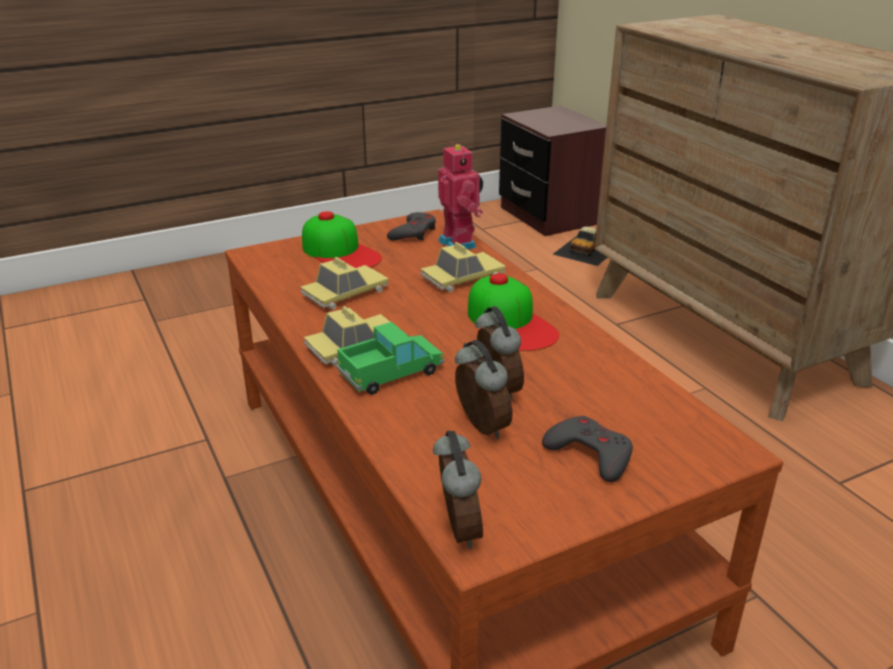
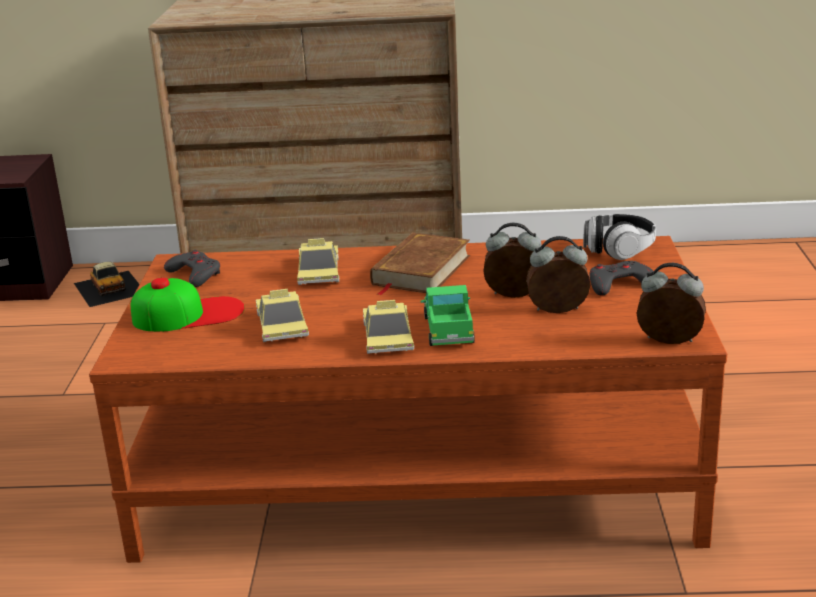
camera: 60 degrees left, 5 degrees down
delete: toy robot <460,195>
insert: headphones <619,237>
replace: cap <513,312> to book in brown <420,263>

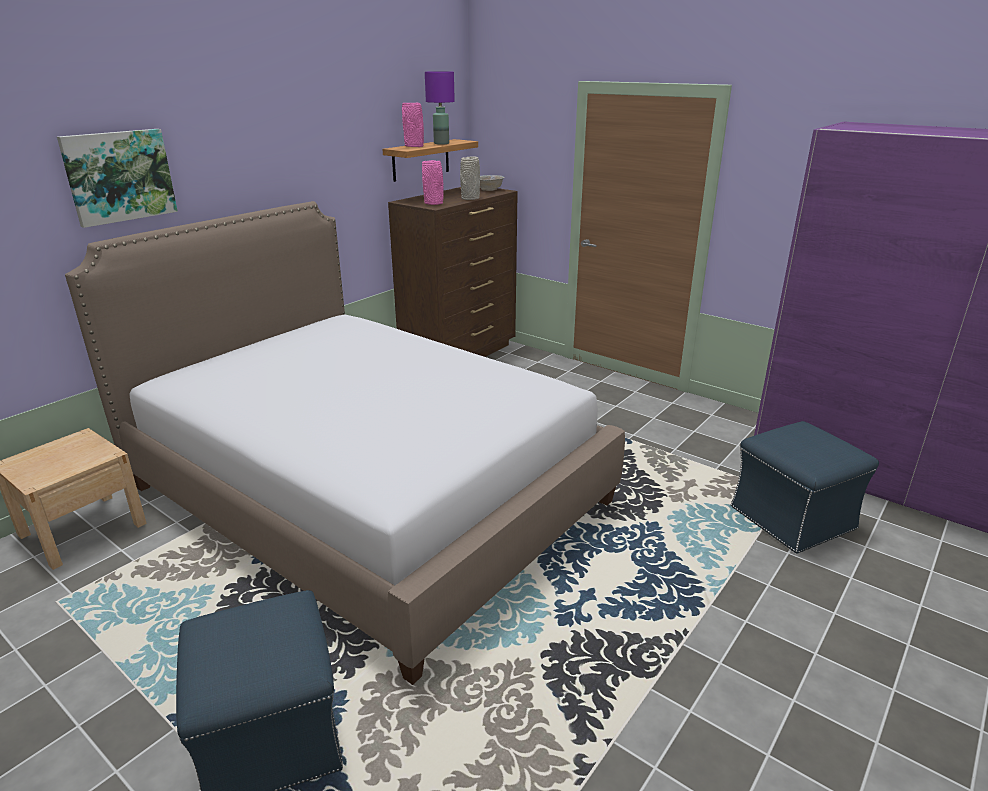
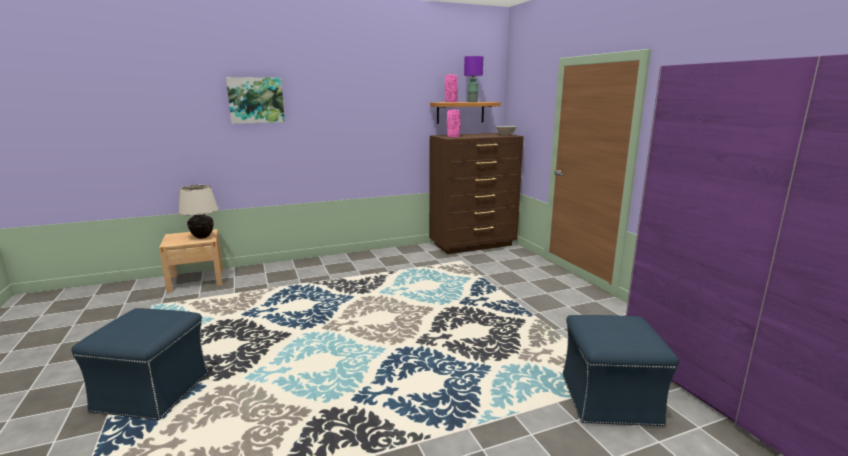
camera: 30 degrees right, 10 degrees down
delete: bed <345,443>; vase in grey <470,178>
insert: table lamp in beige <198,212>

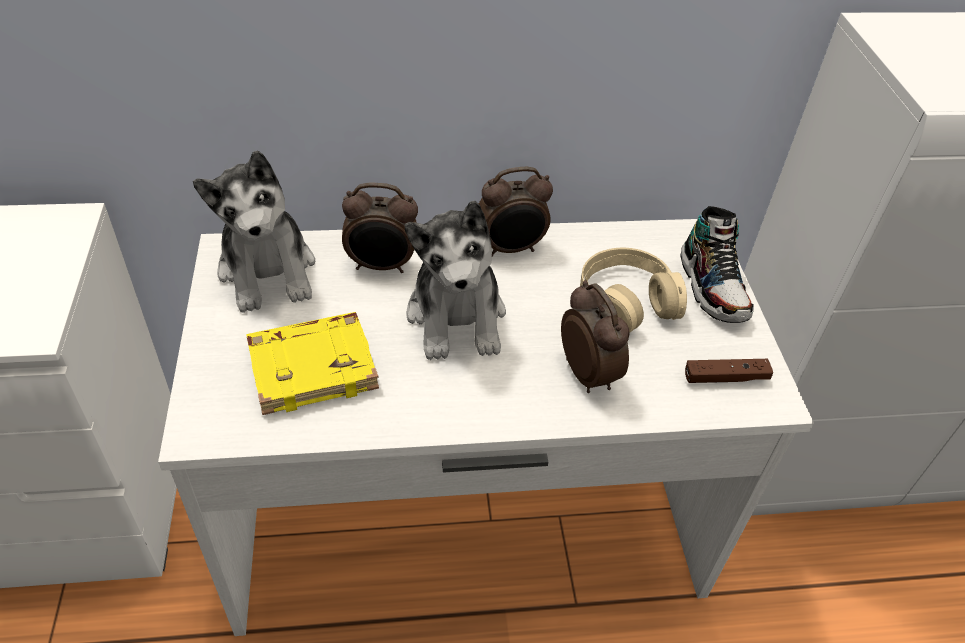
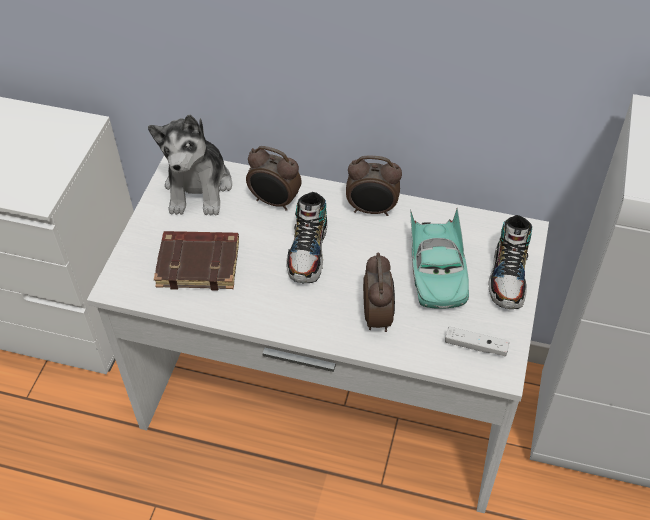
camera: 25 degrees right, 5 degrees up
replace: plush toy <455,280> to shoe <306,237>; headphones in beige <633,290> to toy car in turquoise <439,258>
recolor: book in yellow <312,363> to book in brown <196,261>; game controller in brown <729,371> to game controller in white <477,341>

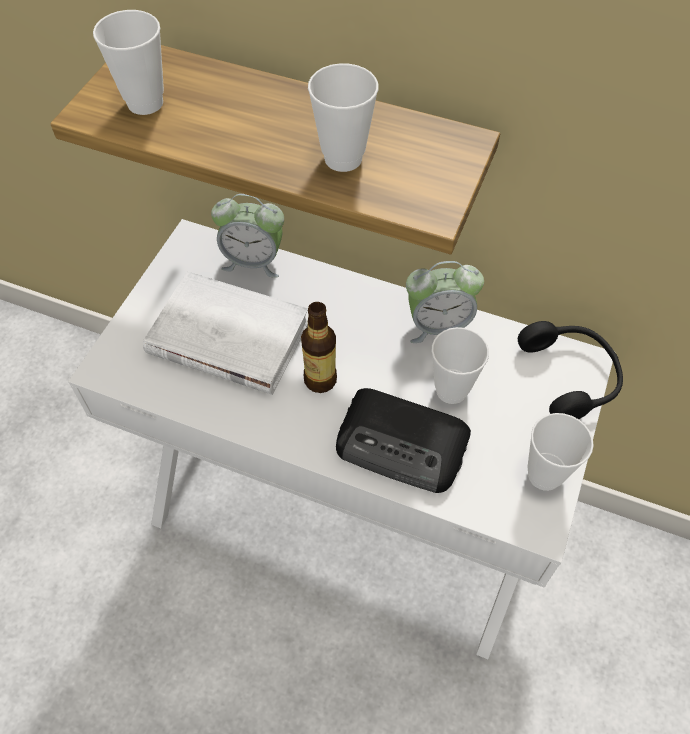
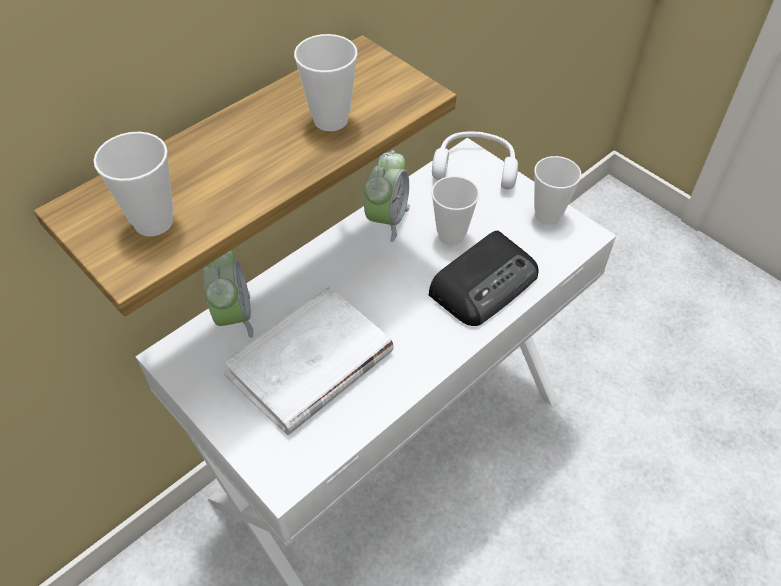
camera: 65 degrees left, 5 degrees down
delete: bottle <319,347>
recolor: headphones in black <570,370> to headphones in white <475,160>
rotate: alarm clock <247,236> = <228,294> 45 degrees counterclockwise

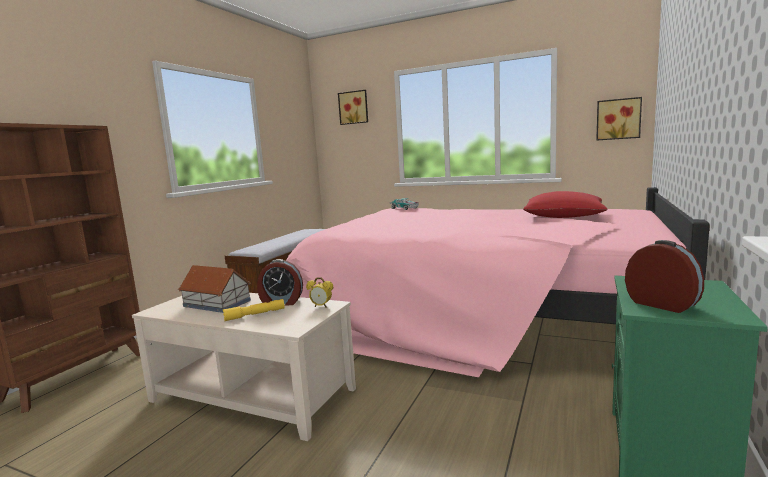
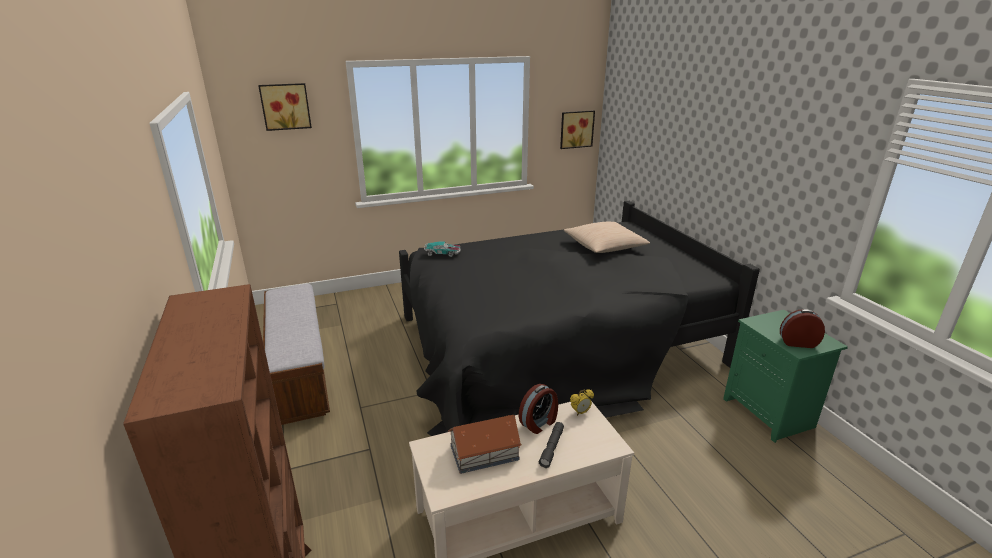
camera: 45 degrees left, 15 degrees up
recolor: bed in pink <498,282> to bed in black <579,318>; flashlight in yellow <254,310> to flashlight in grey <551,445>; pillow in red <565,204> to pillow in beige <607,237>

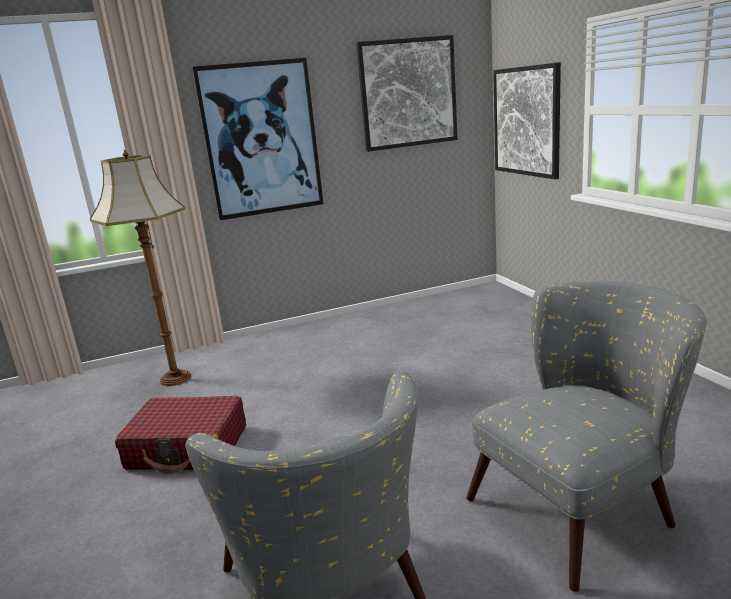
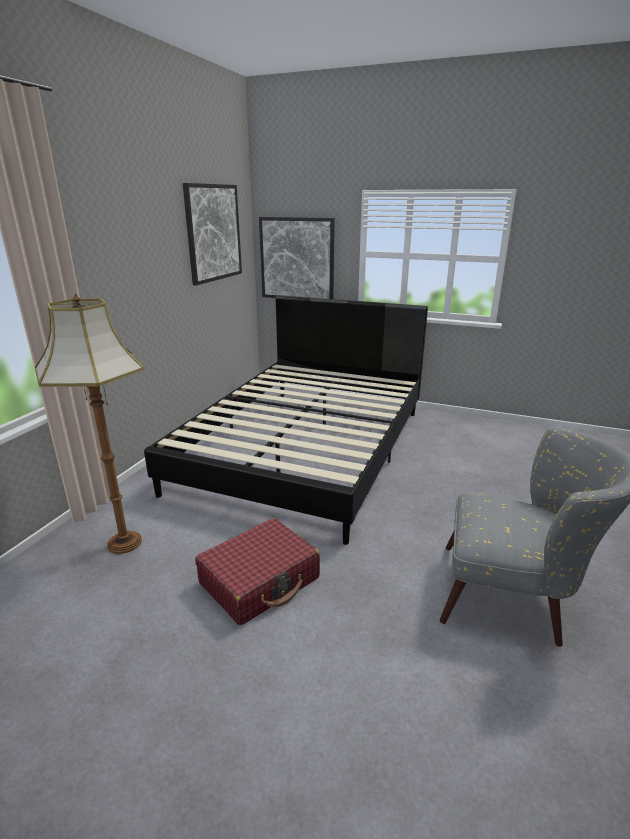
camera: 50 degrees left, 5 degrees up
delete: picture <257,139>; armchair in grey <586,436>
insert: bed in black <286,420>

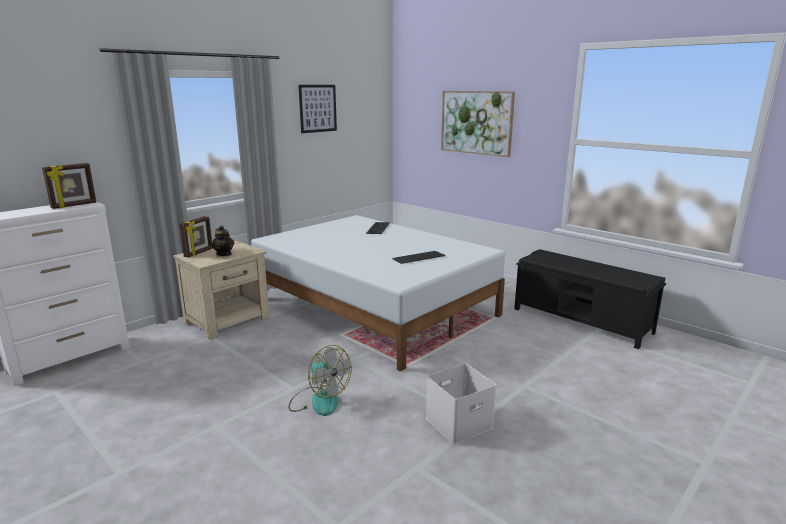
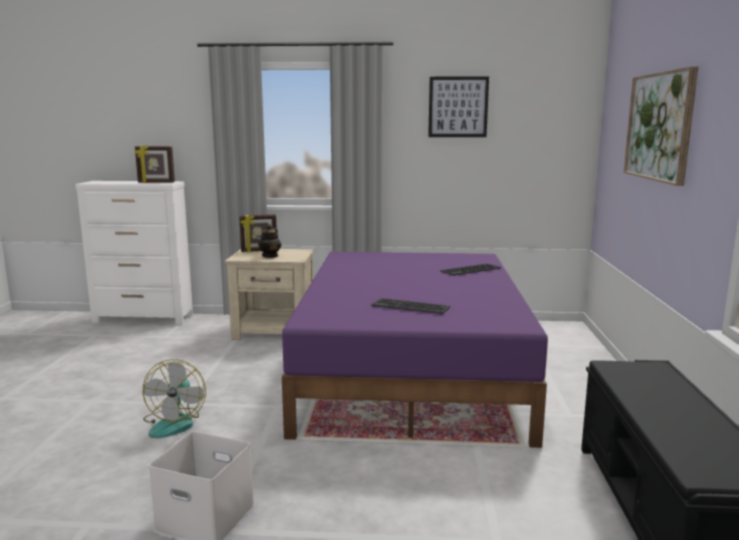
camera: 50 degrees right, 5 degrees down
recolor: bed in white <378,293> to bed in purple <415,350>

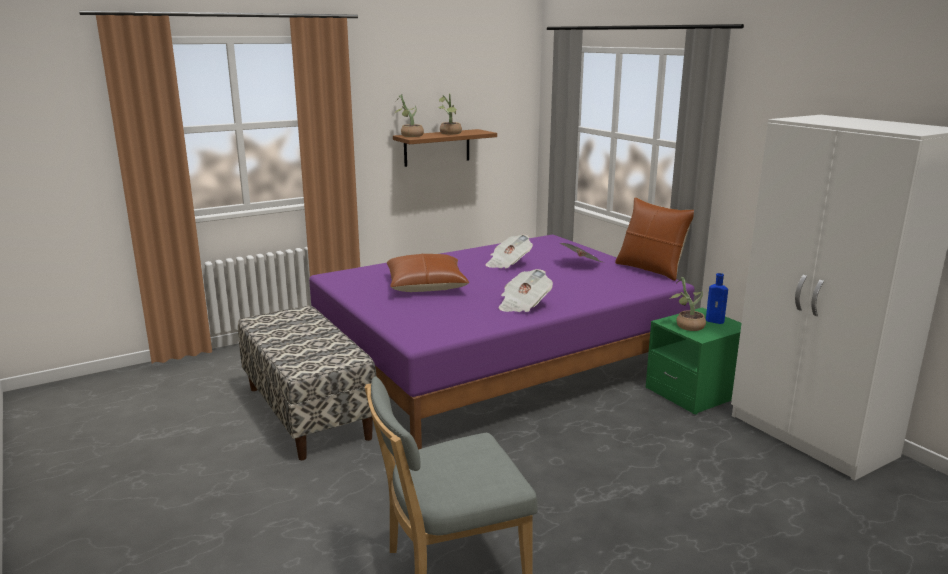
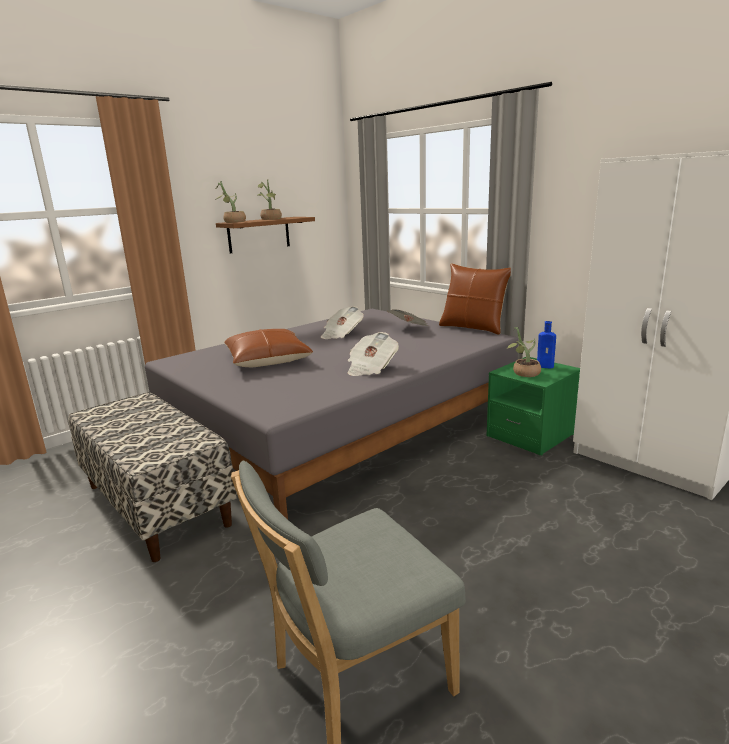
camera: 10 degrees left, 0 degrees up
recolor: bed in purple <502,342> to bed in grey <332,414>

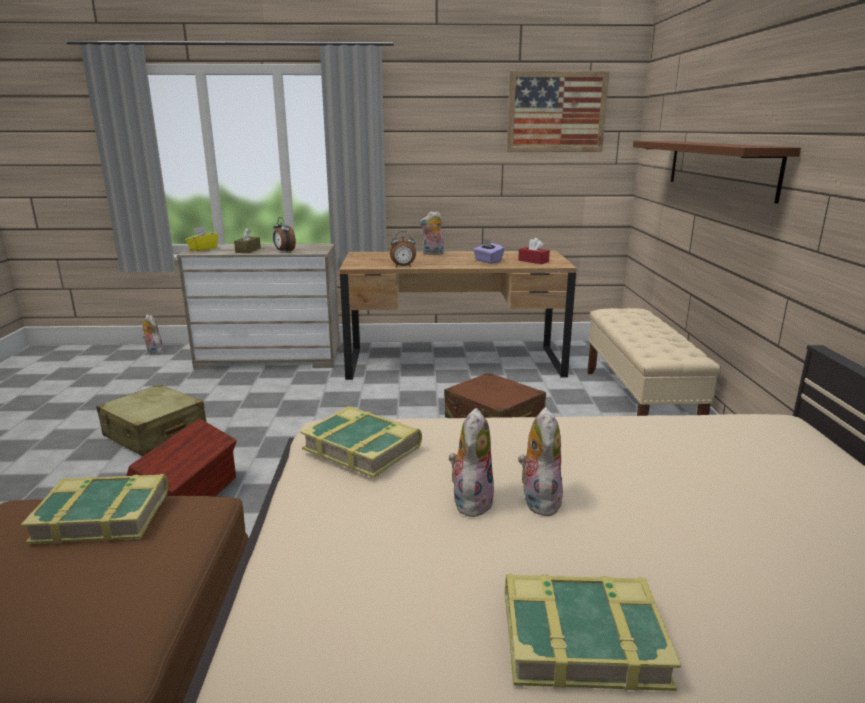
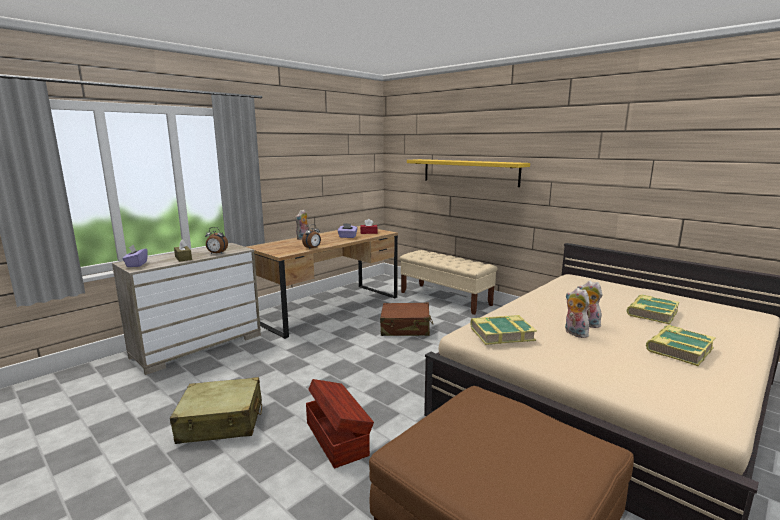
camera: 45 degrees left, 5 degrees down
delete: plush toy <153,334>; picture <558,111>
move: book <94,509> to <653,309>
recolor: tissue box in yellow <201,239> to tissue box in purple <134,256>; shelf in brown <717,172> to shelf in yellow <468,173>

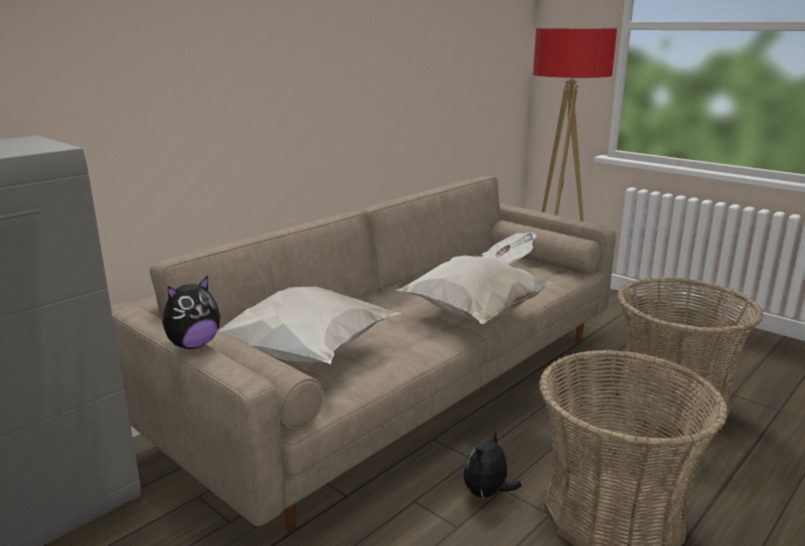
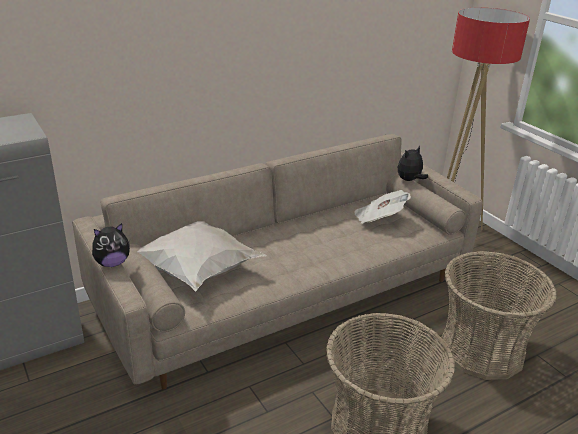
camera: 15 degrees right, 10 degrees up
delete: pillow in white <474,289>
move: plush toy <492,464> to <413,163>

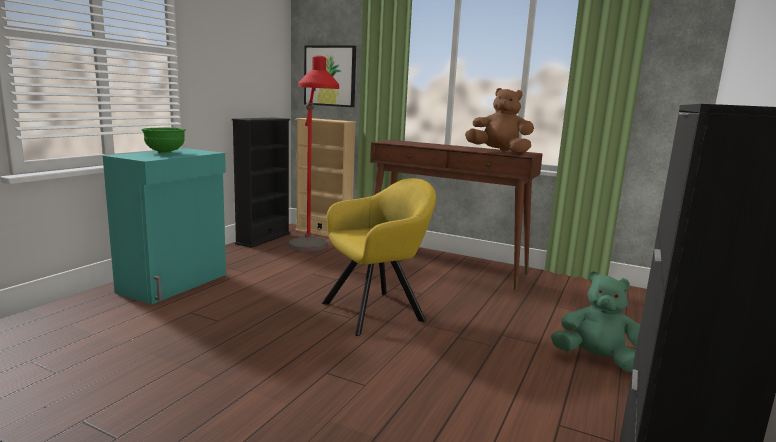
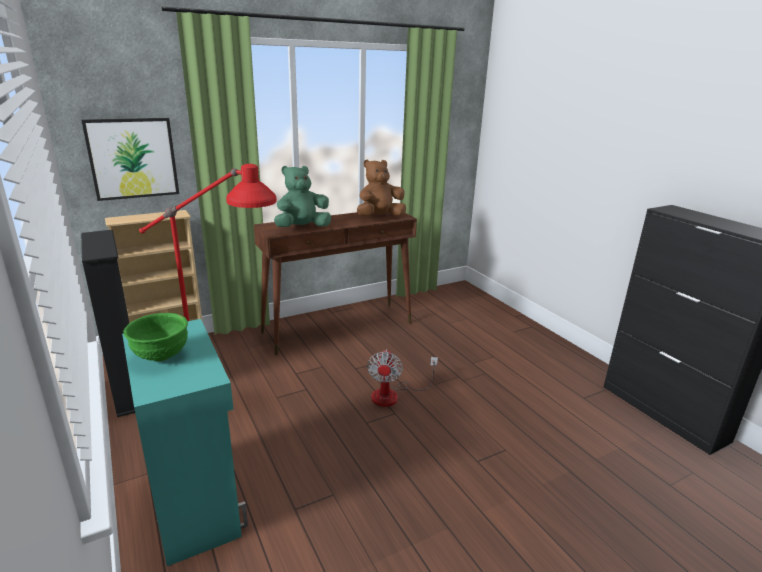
camera: 55 degrees left, 10 degrees up
move: plush toy in green <595,321> to <302,196>
replace: armchair in yellow <379,257> to fan <402,378>

